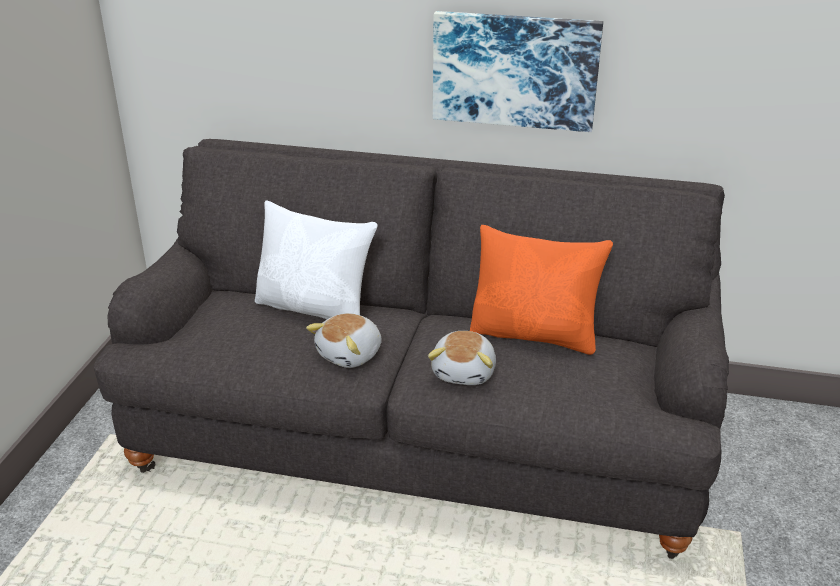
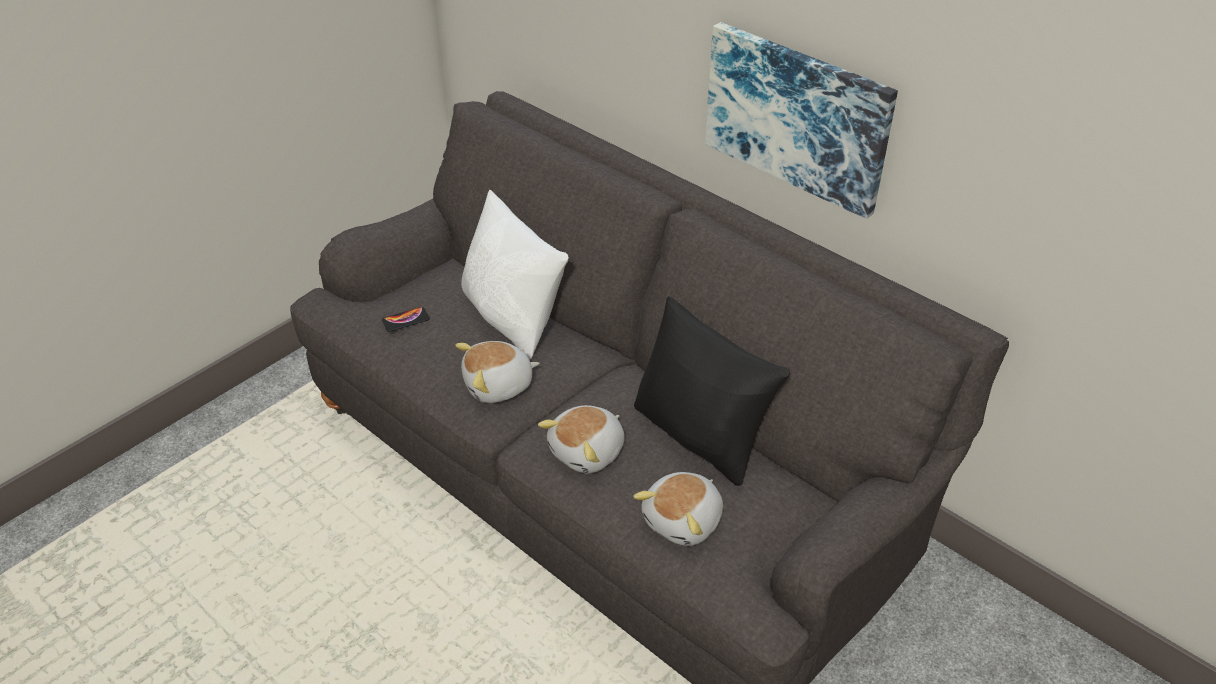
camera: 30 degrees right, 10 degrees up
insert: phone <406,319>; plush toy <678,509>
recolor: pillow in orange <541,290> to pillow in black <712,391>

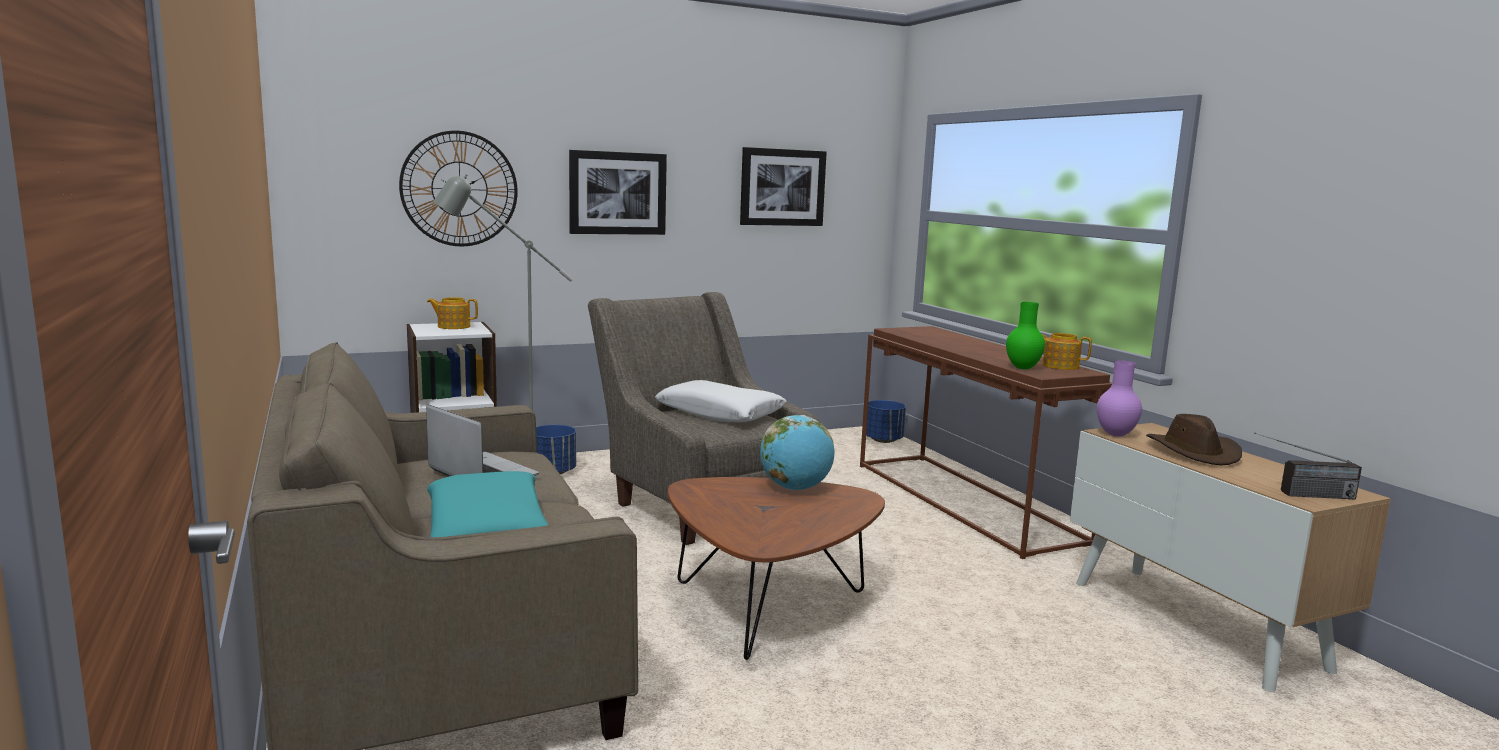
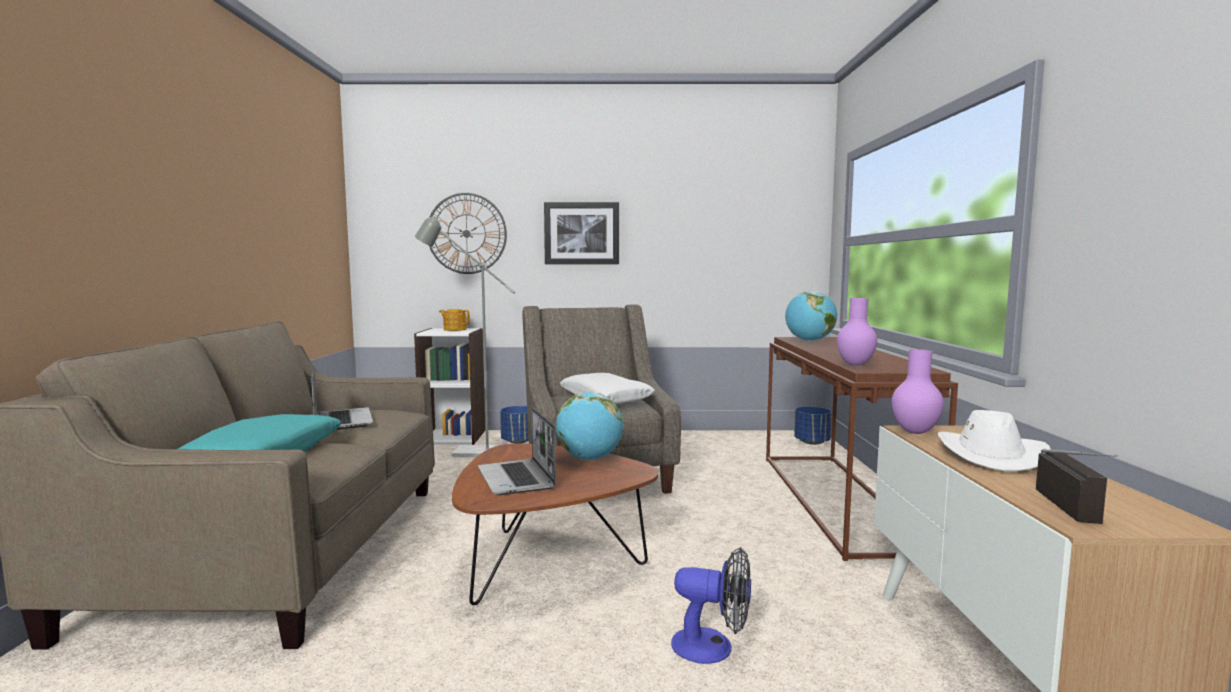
camera: 25 degrees right, 5 degrees down
delete: picture <783,186>; teapot <1066,351>
insert: laptop <517,451>; fan <711,605>; globe <811,316>
recolor: vase in green <1025,335> to vase in purple <857,332>; hat in brown <1194,440> to hat in white <994,440>
rotate: radio <1308,466> = <1077,486> 105 degrees counterclockwise

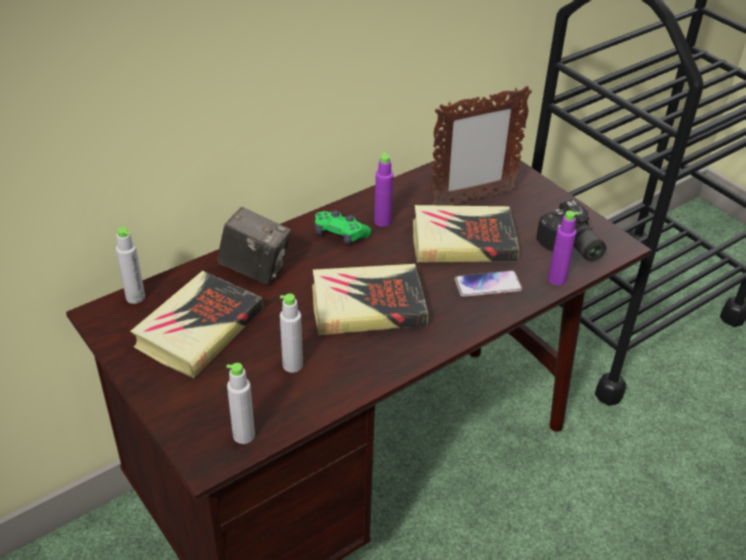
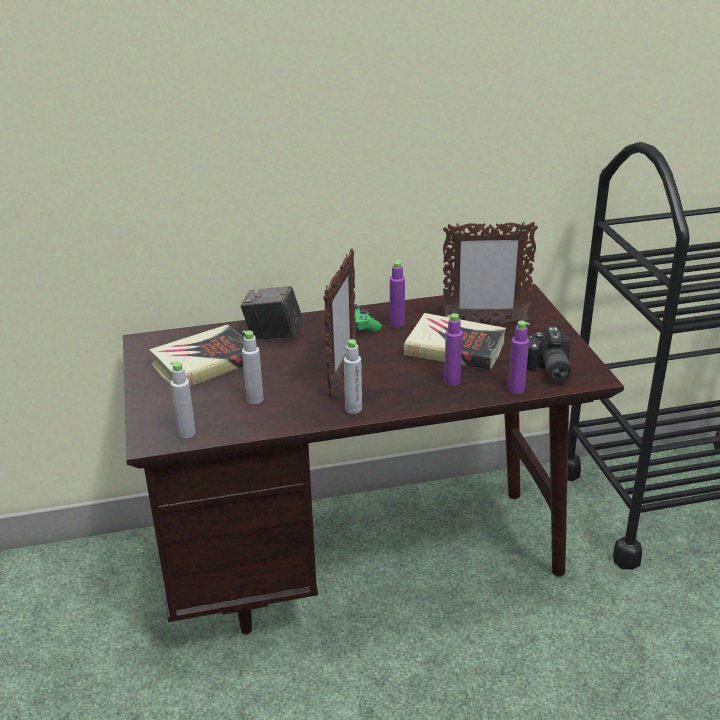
camera: 25 degrees right, 10 degrees down
move: bottle in grey <130,265> to <353,376>
replace: book <370,299> to picture frame <339,323>; phone <488,284> to bottle in purple <453,349>
rotate: photo camera <254,246> = <271,312> 150 degrees clockwise

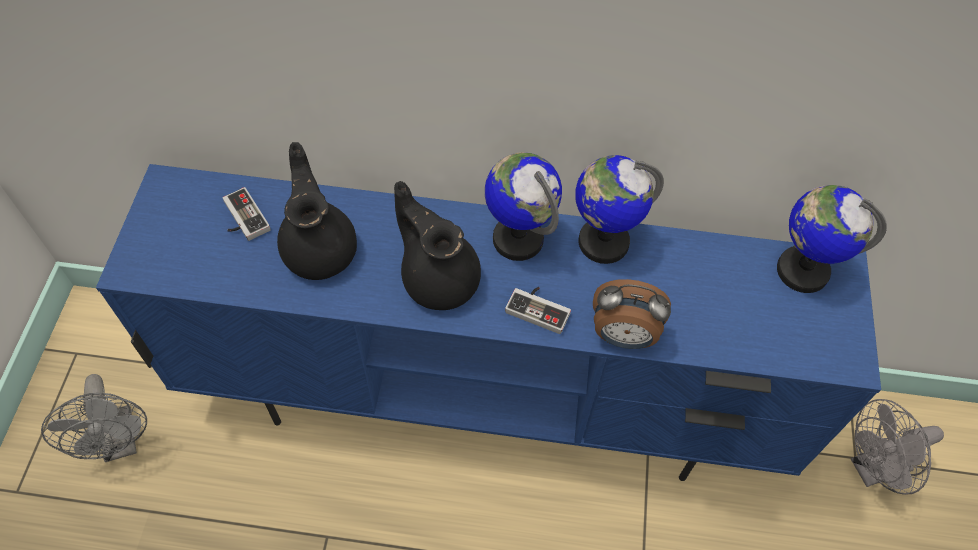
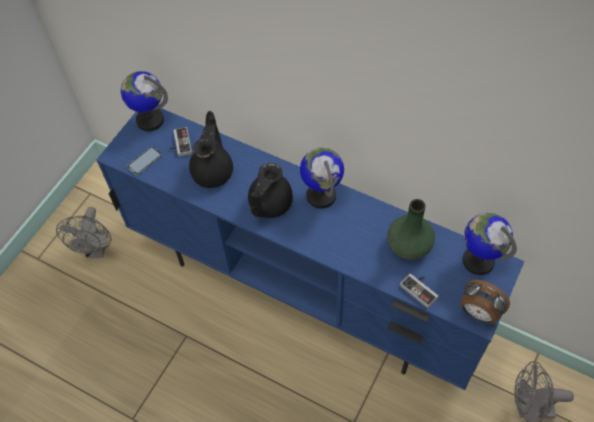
camera: 25 degrees right, 0 degrees up
insert: phone <144,160>; vase in green <411,229>
move: globe <619,209> to <144,101>; game controller <538,310> to <419,291>; alarm clock <632,314> to <485,301>
rotate: teapot in black <437,245> = <270,190> 135 degrees counterclockwise

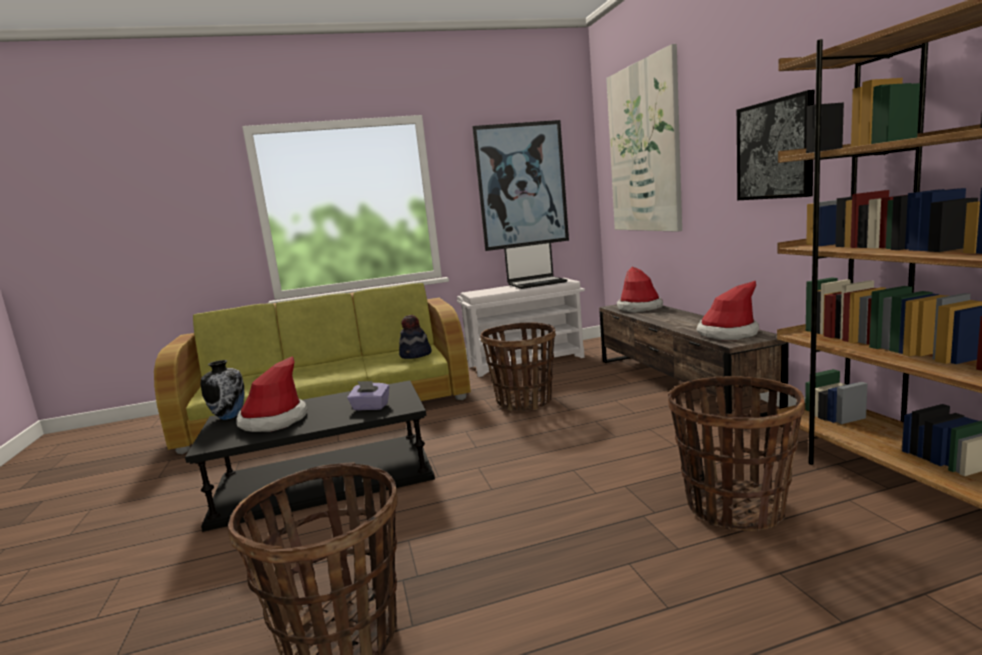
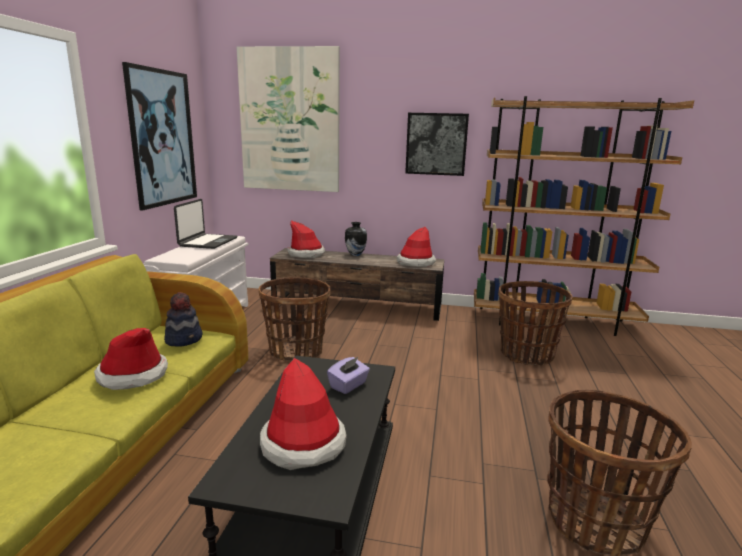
camera: 65 degrees left, 5 degrees up
insert: hat <131,359>
move: vase <222,390> to <356,239>

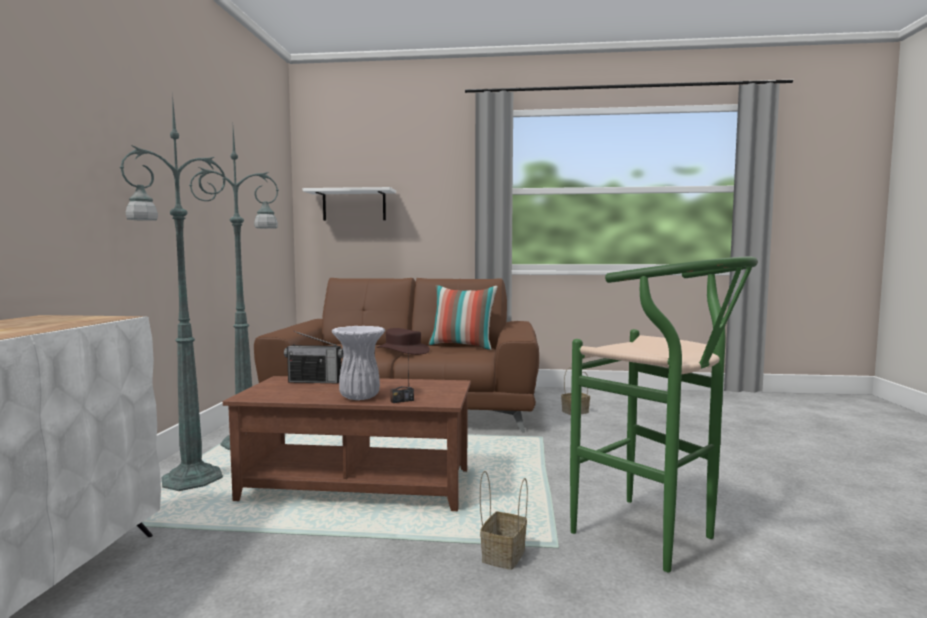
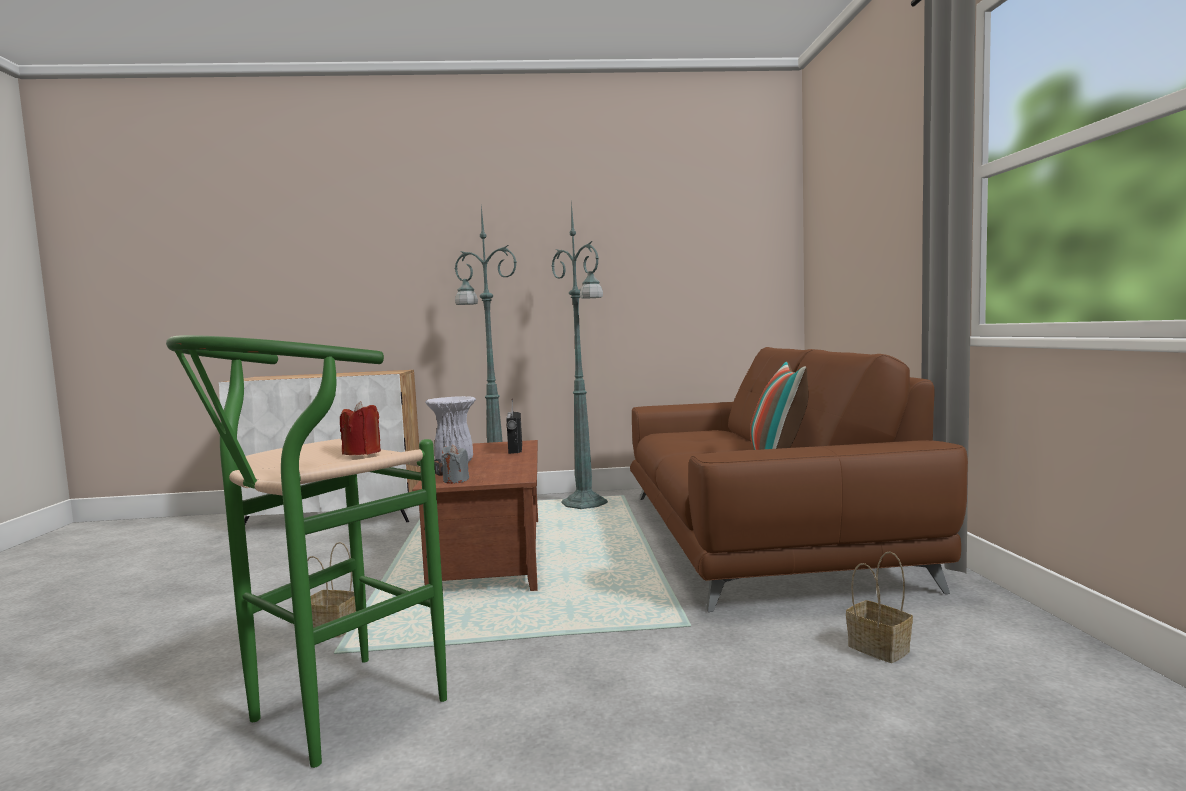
camera: 80 degrees right, 0 degrees up
delete: shelf in white <349,204>; hat in brown <403,341>
insert: candle in red <360,428>; candle in grey <455,464>

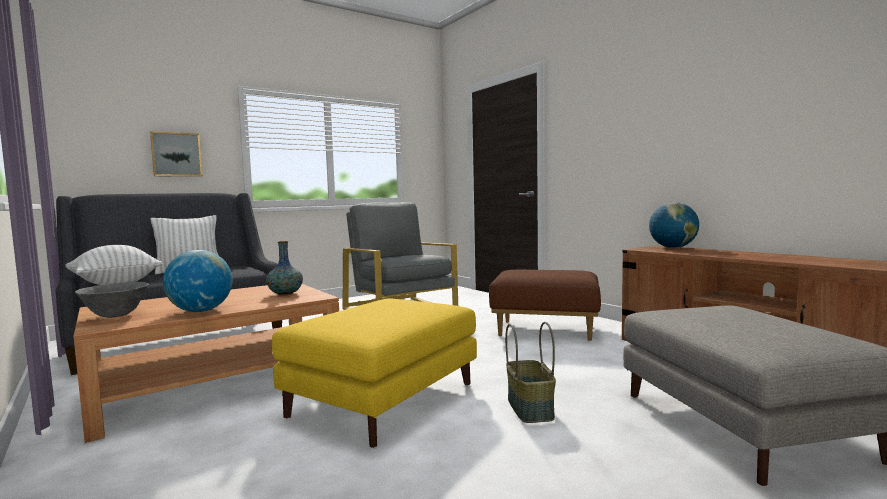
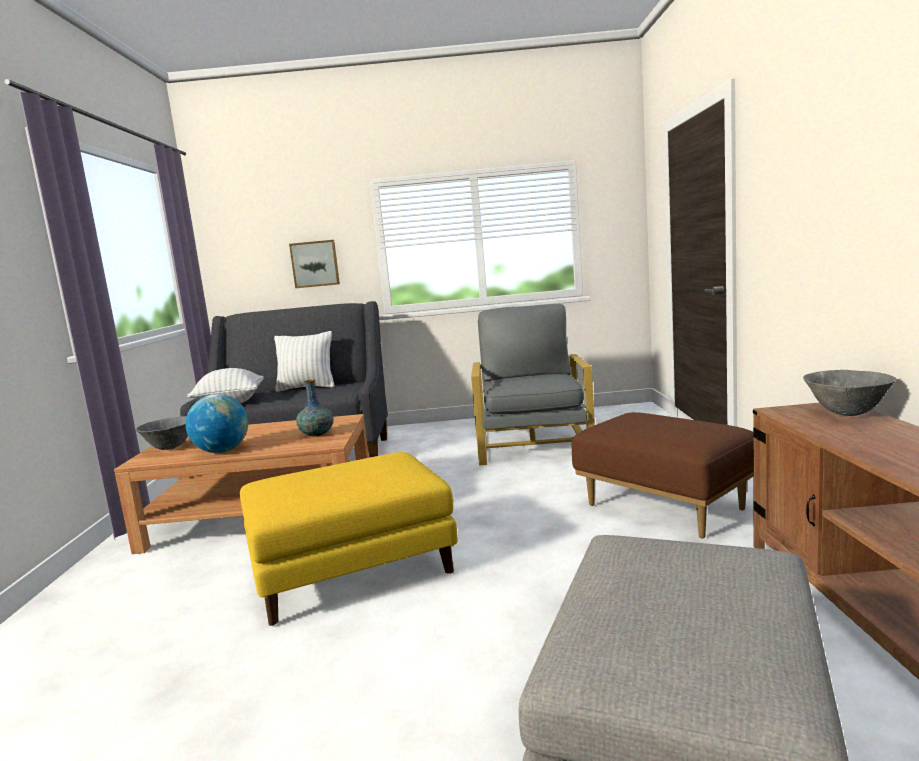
camera: 35 degrees right, 5 degrees up
delete: basket <530,372>
replace: globe <674,225> to bowl in grey <850,393>

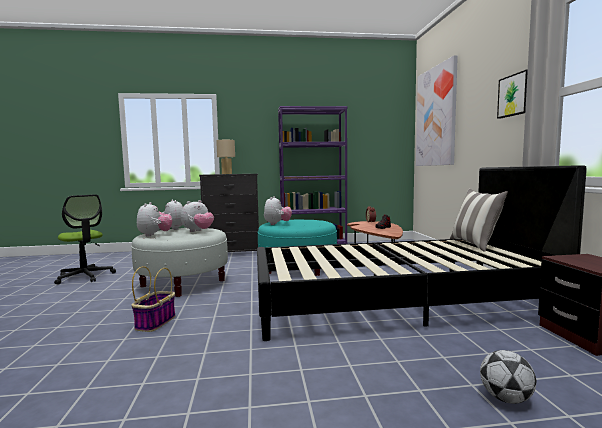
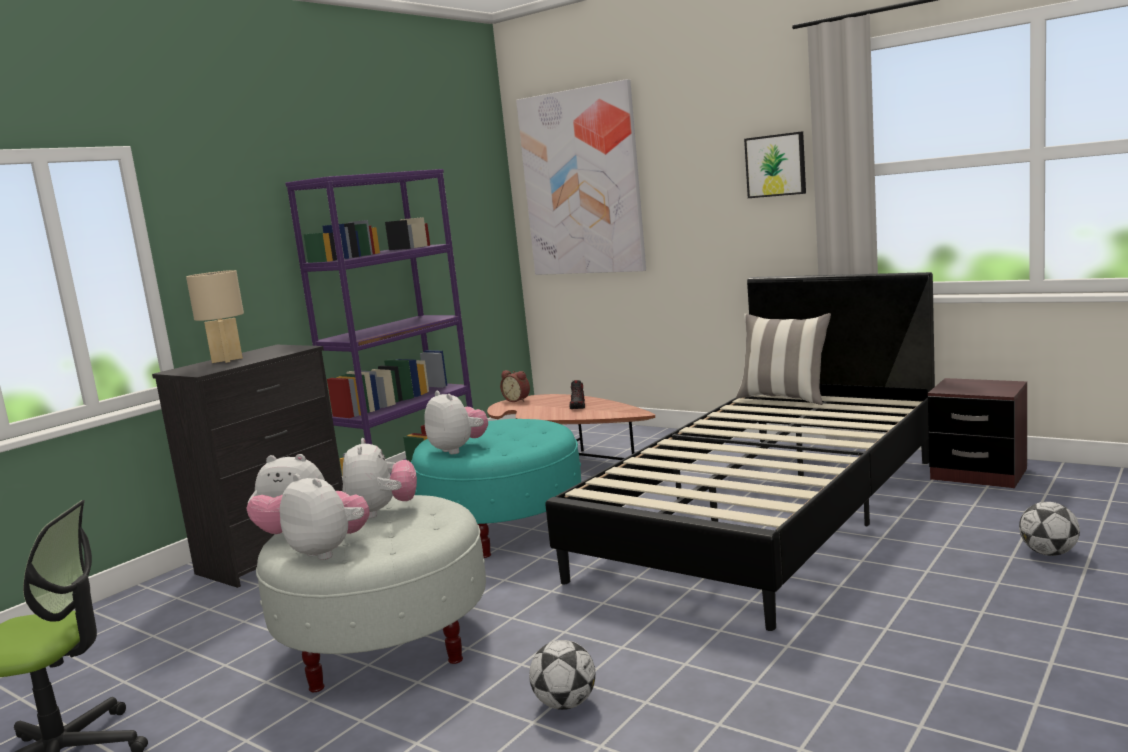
camera: 45 degrees left, 5 degrees up
replace: basket <154,299> to football <562,675>

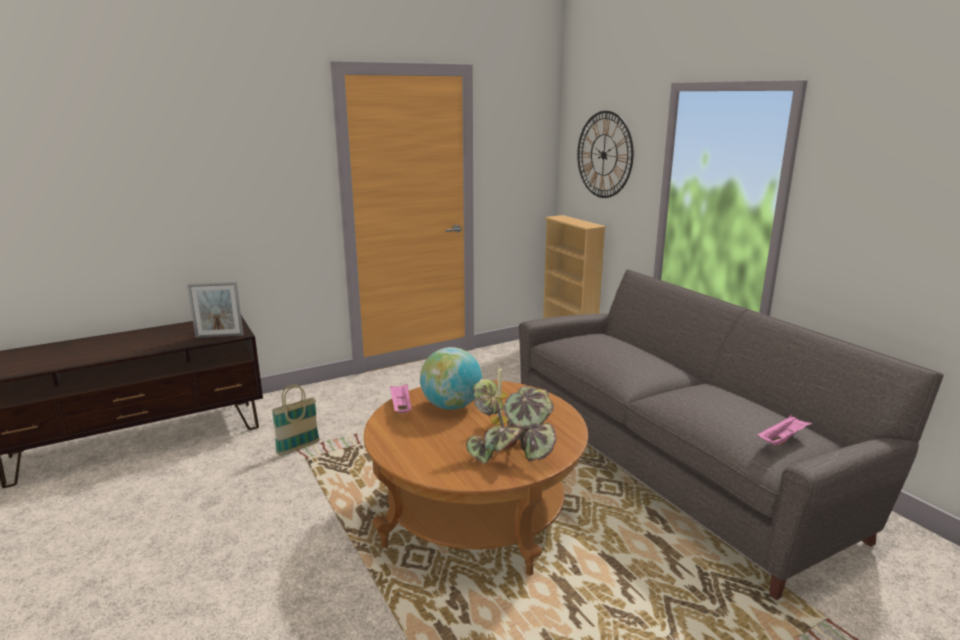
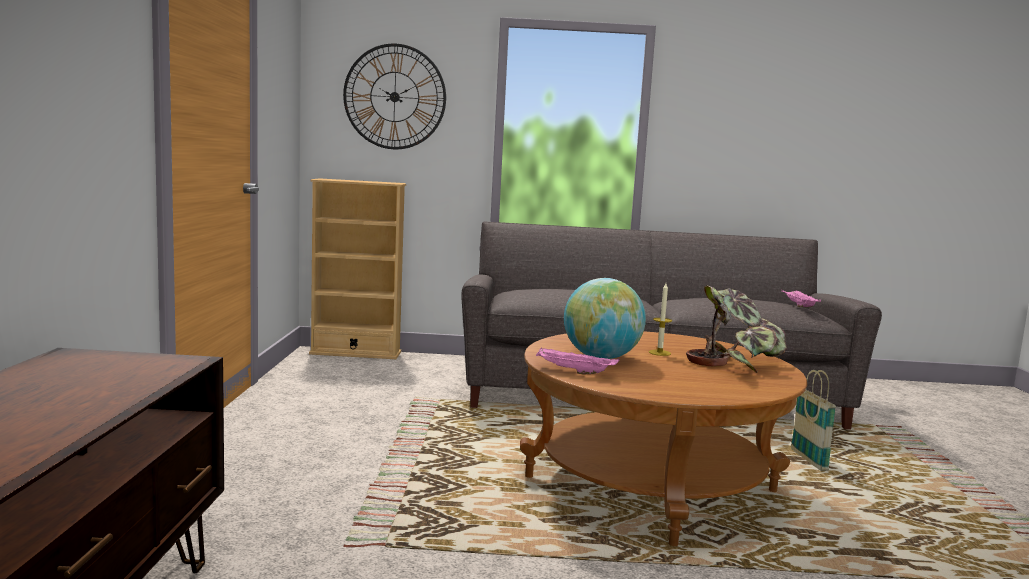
camera: 60 degrees left, 10 degrees down
delete: picture frame <215,310>
move: basket <295,420> to <813,420>

